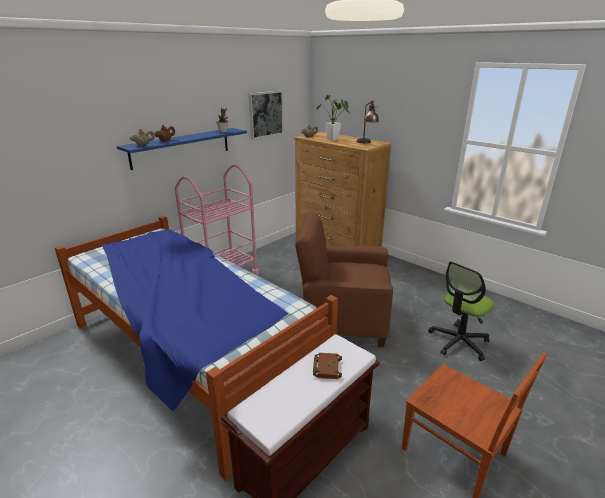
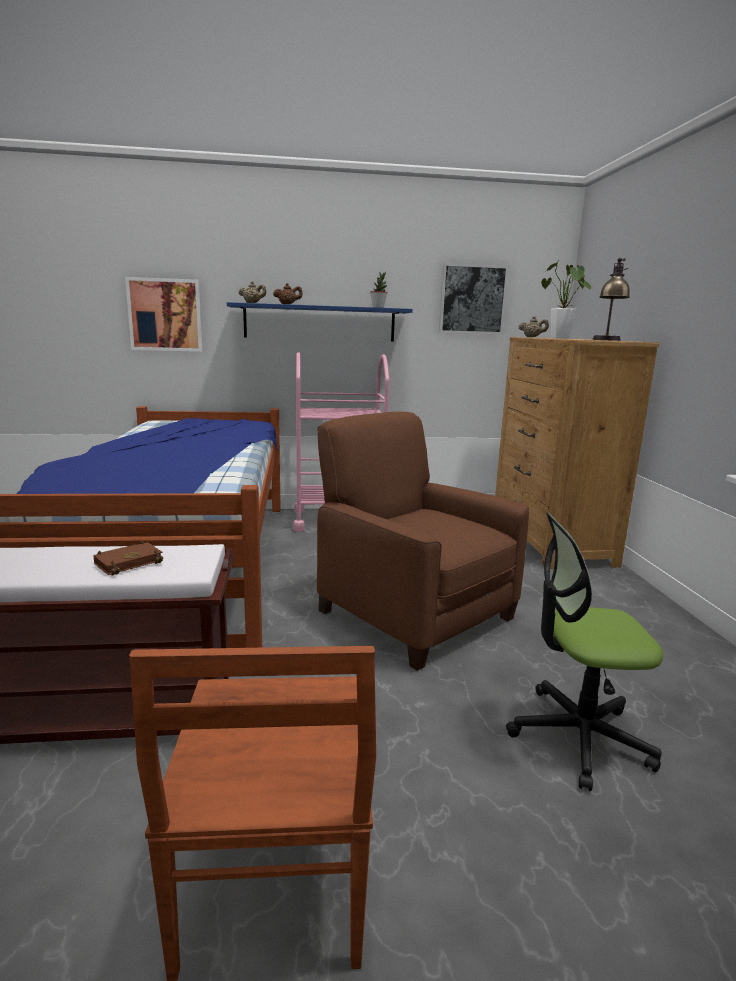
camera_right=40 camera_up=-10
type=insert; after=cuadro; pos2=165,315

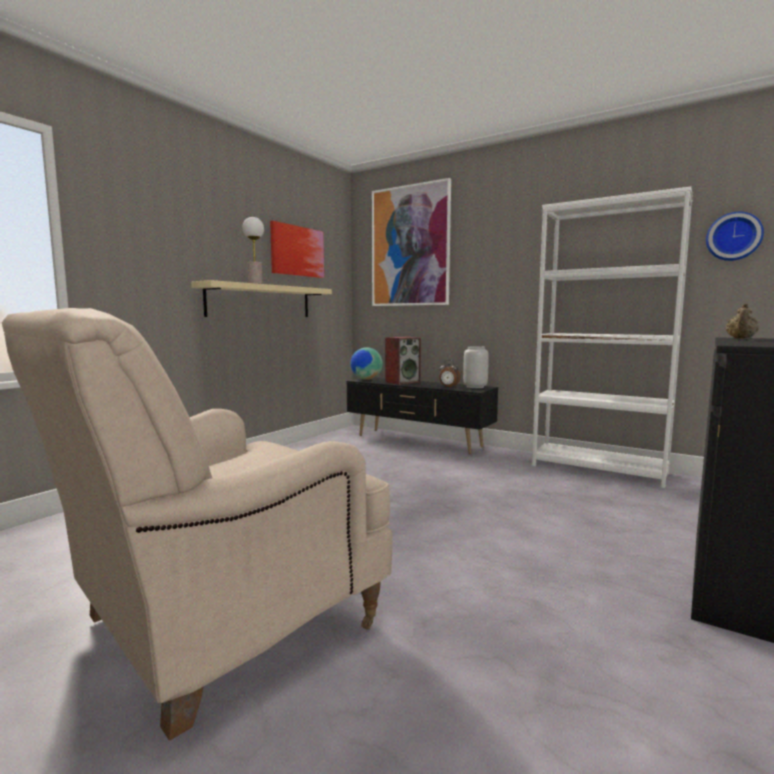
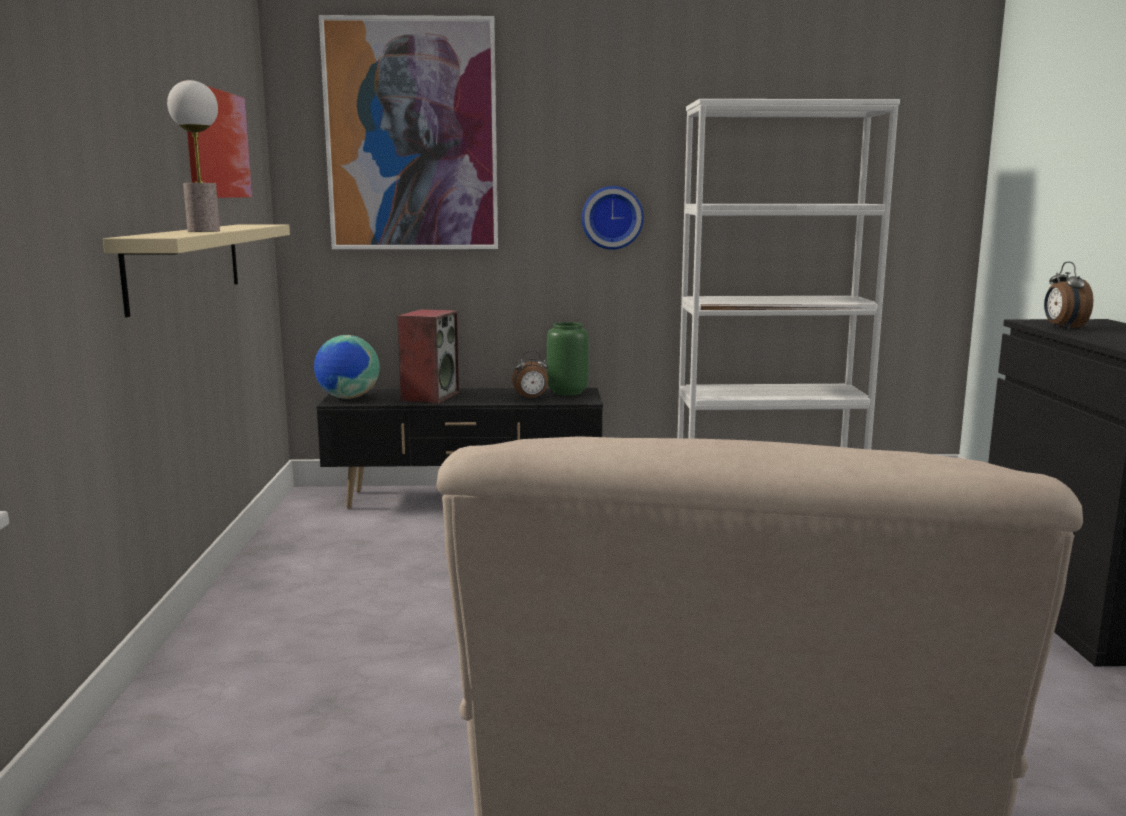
camera_right=-35 camera_up=5
type=recolor; before=florero (gris); after=florero (verde); pos1=474,387; pos2=566,392
type=move; before=reloj de pared; pos1=733,237; pos2=612,217
type=replace; before=tetera (beis); after=despertador; pos1=741,339; pos2=1062,327

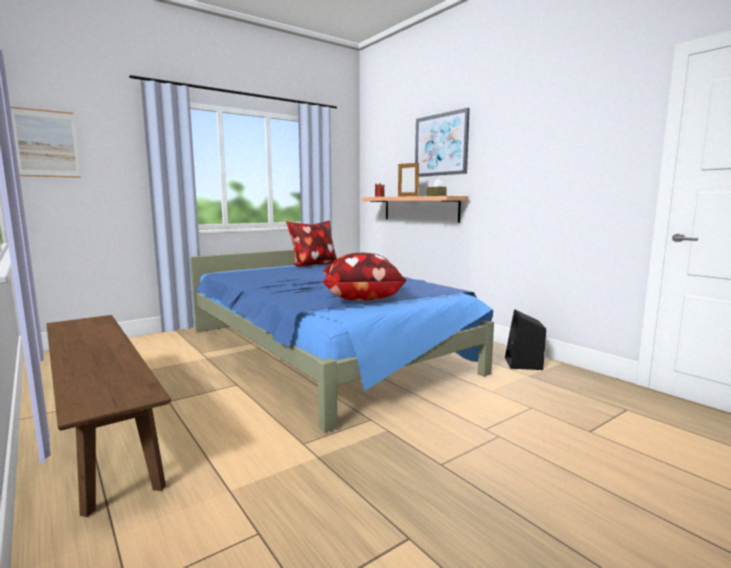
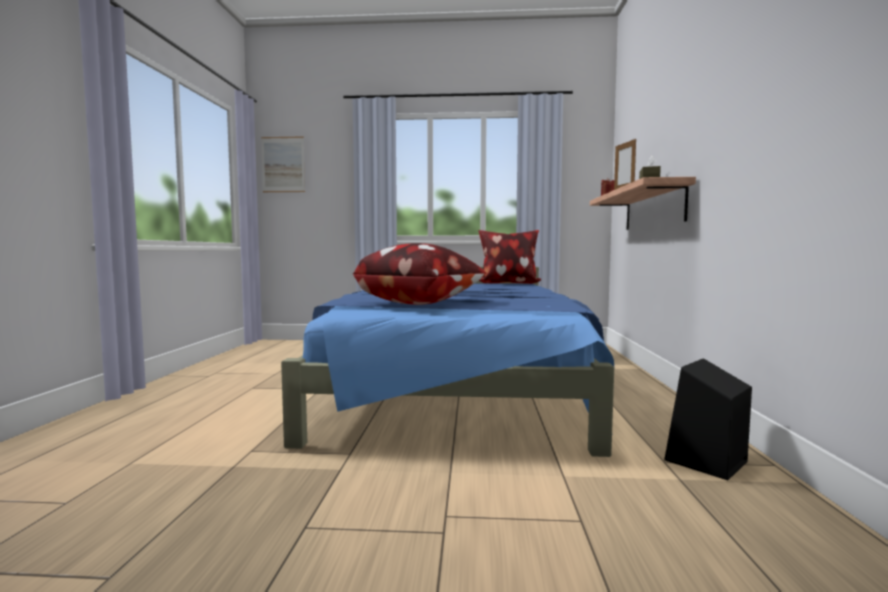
camera_right=40 camera_up=-5
type=delete; before=banco (marrón); pos1=102,427
type=delete; before=cuadro; pos1=441,145

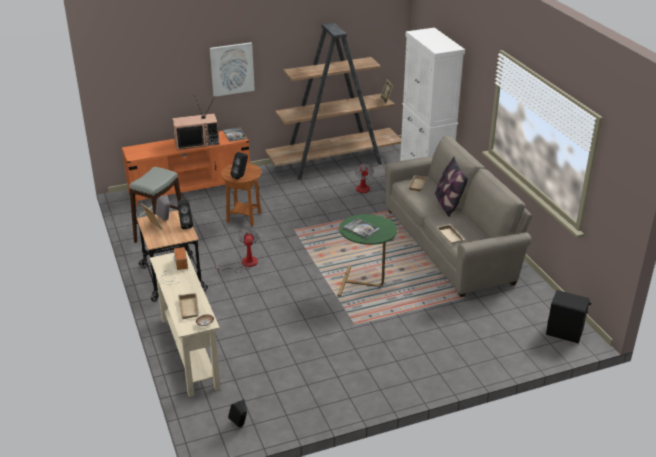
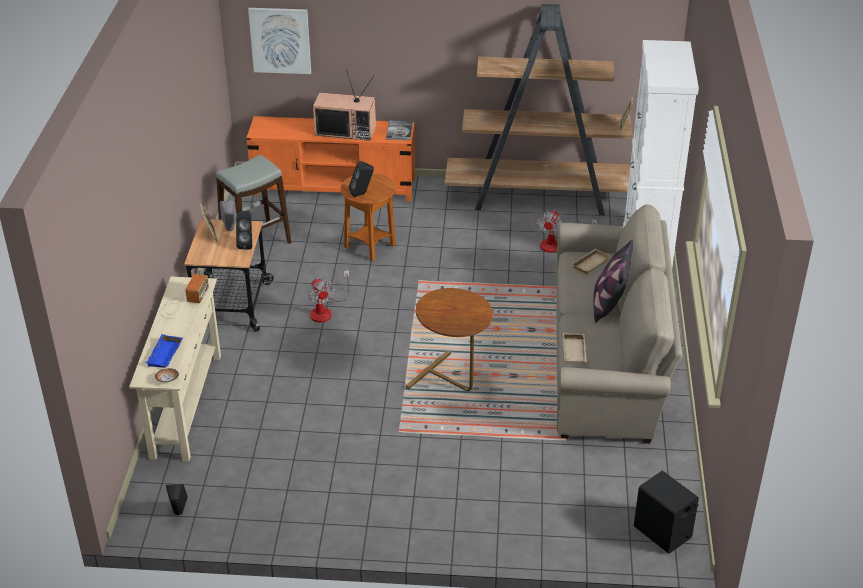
camera_right=25 camera_up=5
type=recolor; before=bandeja (beis); after=bandeja (azul); pos1=190,308; pos2=166,355
type=move; before=cuadro; pos1=232,69; pos2=280,40
type=rotate; before=ventilador; pos1=244,264; pos2=325,310; turn=135
type=recolor; before=mesa auxiliar (verde); after=mesa auxiliar (marrón); pos1=365,285; pos2=451,383
type=delete; before=libro; pos1=361,229

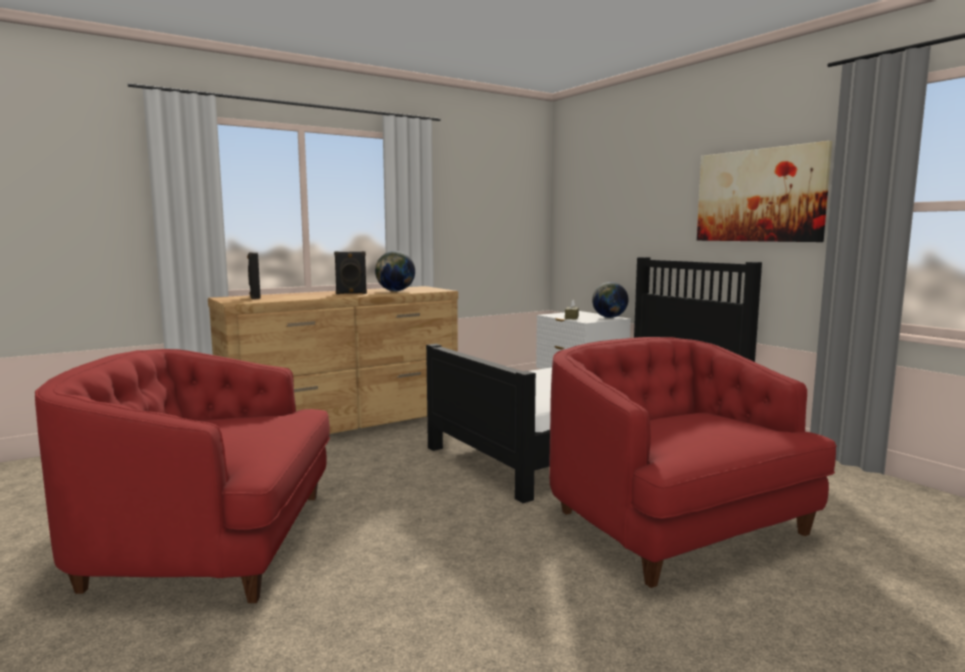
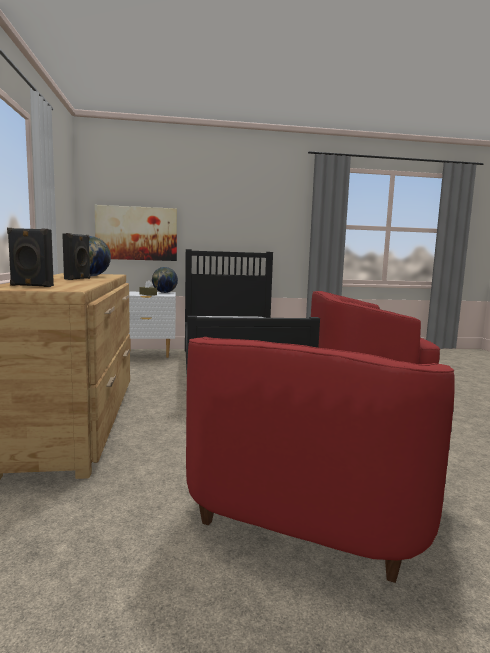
camera_right=-65 camera_up=0
type=move; before=cuadro; pos1=759,195; pos2=136,233

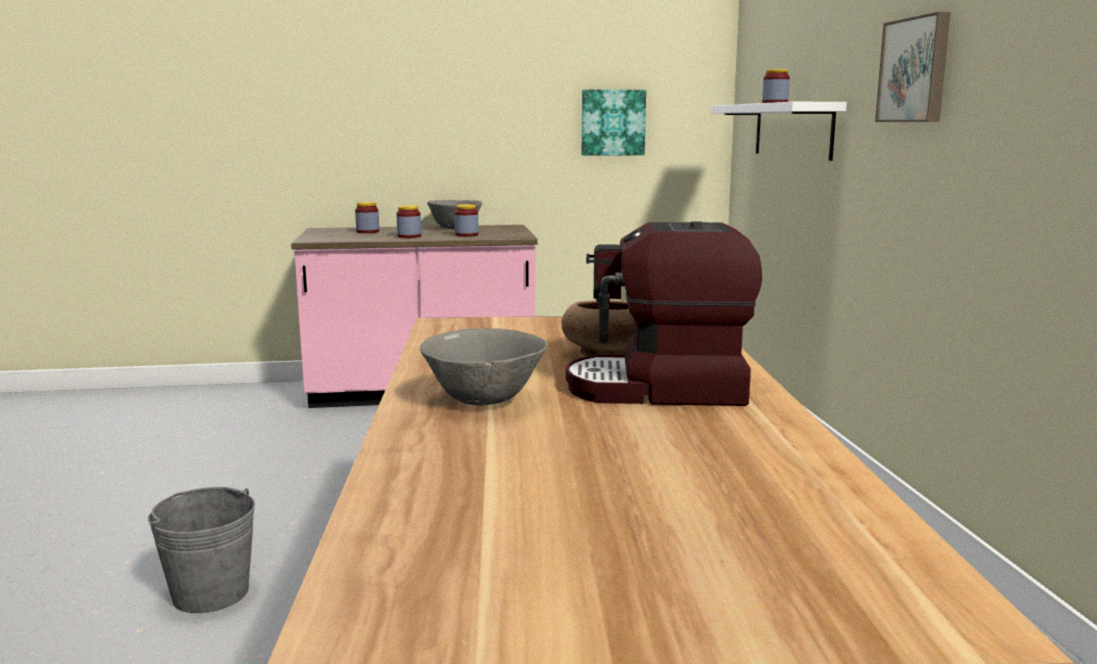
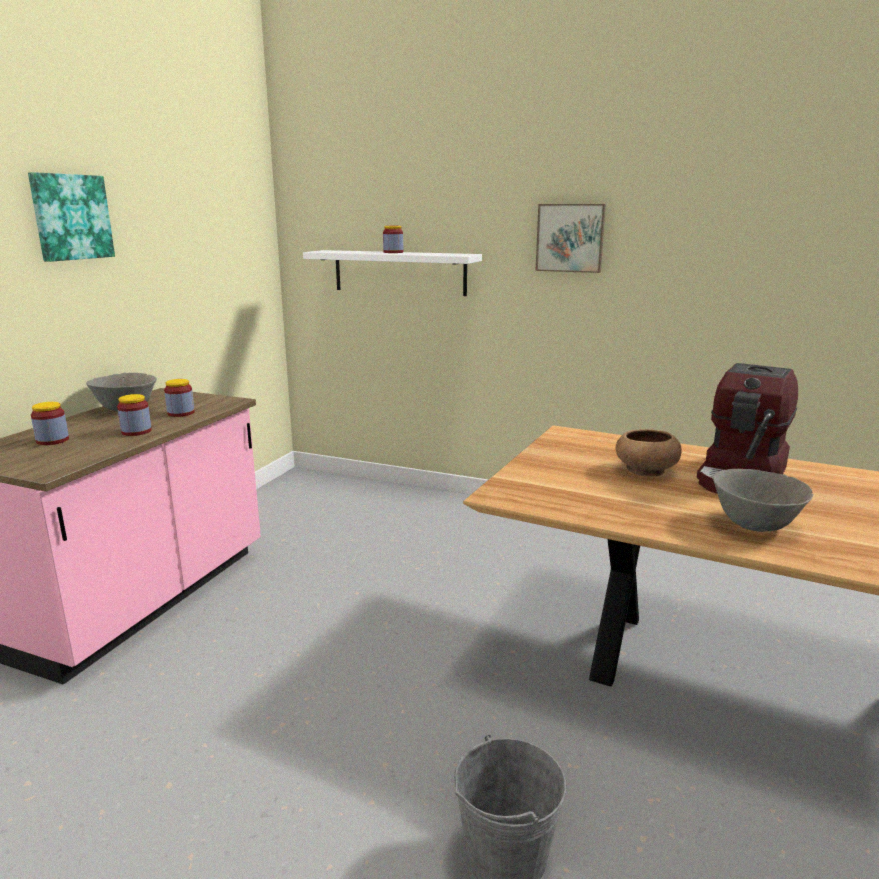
camera_right=-60 camera_up=5
type=move; before=cuadro; pos1=612,122; pos2=71,217

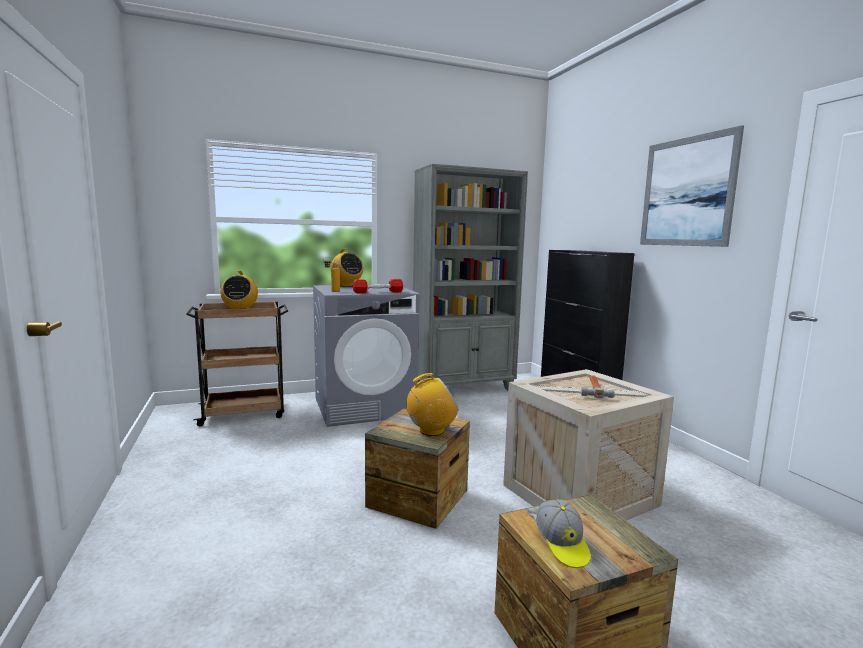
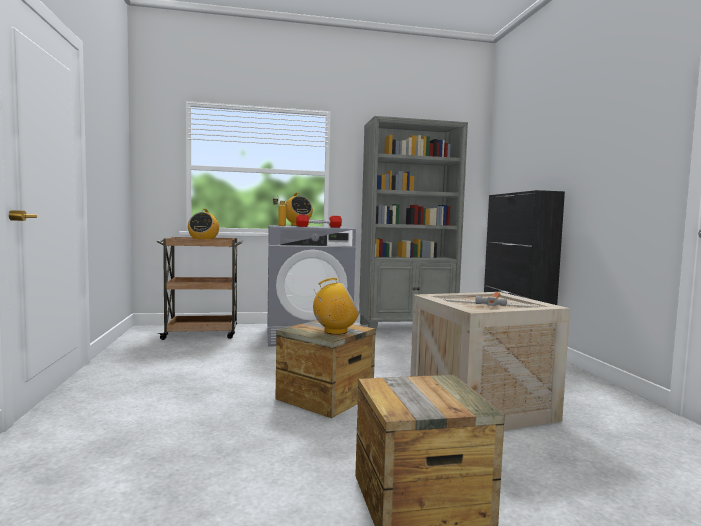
camera_right=10 camera_up=-5
type=delete; before=gorra; pos1=562,544
type=delete; before=cuadro; pos1=687,192

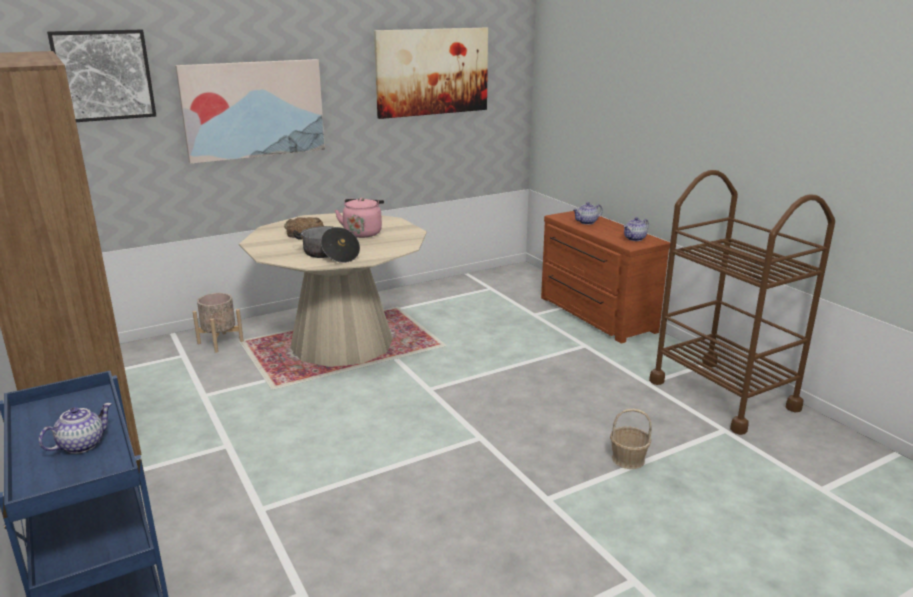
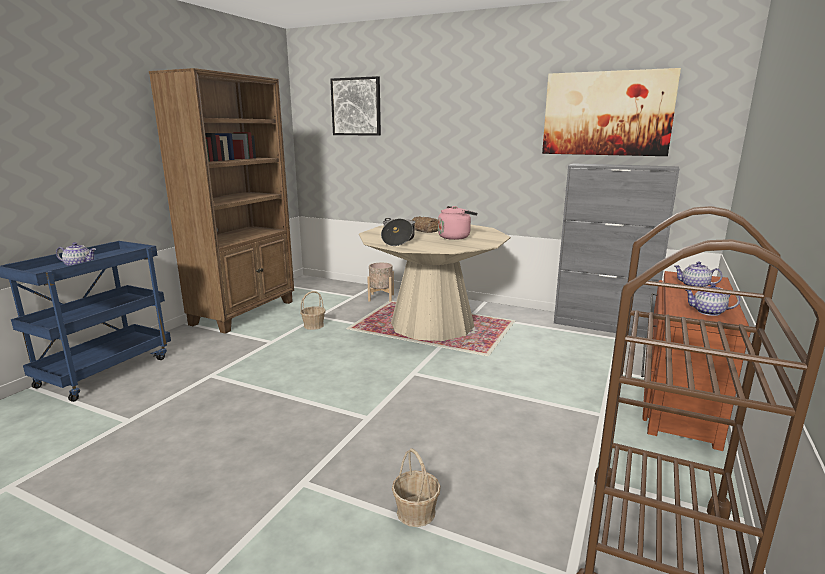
camera_right=55 camera_up=-5
type=delete; before=cuadro; pos1=253,109
type=insert; after=cesta; pos2=314,325
type=insert; after=armario (gris); pos2=603,326

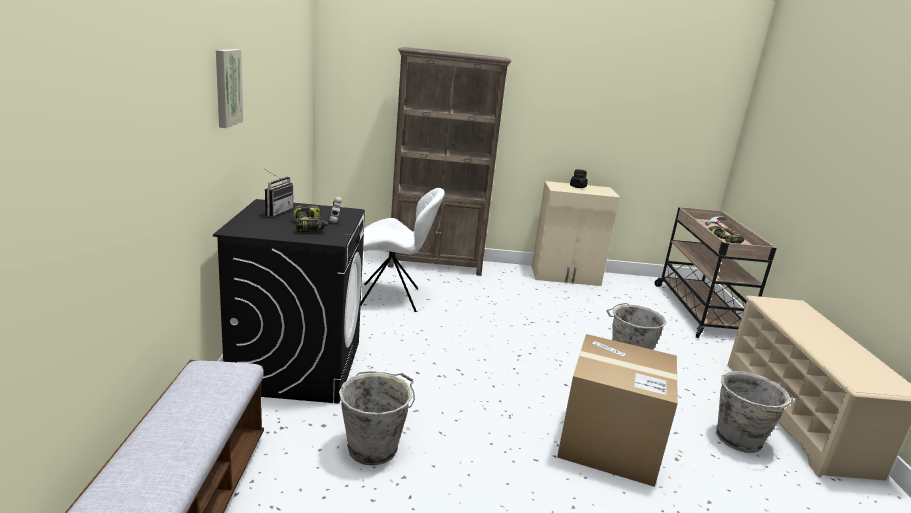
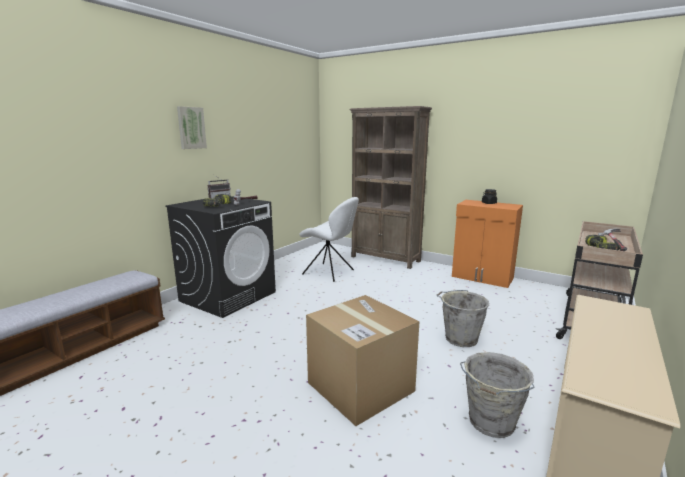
camera_right=35 camera_up=-5
type=delete; before=cubo (gris); pos1=374,448
type=recolor; before=armario (beis); after=armario (naranja); pos1=566,276; pos2=482,278

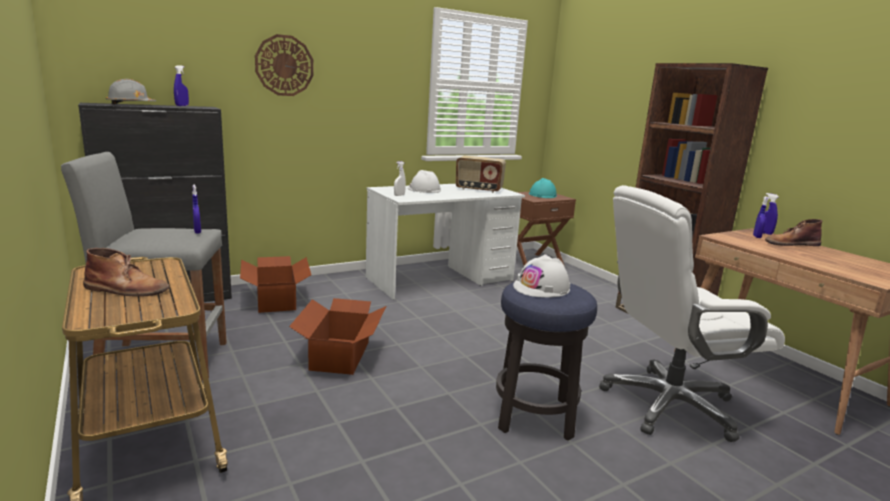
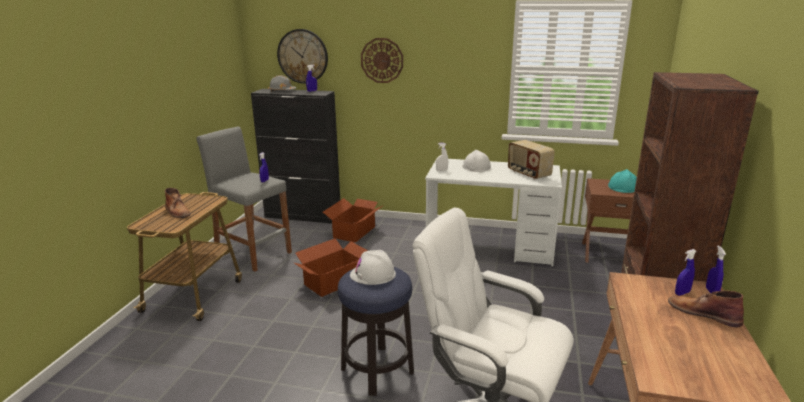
camera_right=45 camera_up=5
type=insert; after=reloj de pared; pos2=303,56

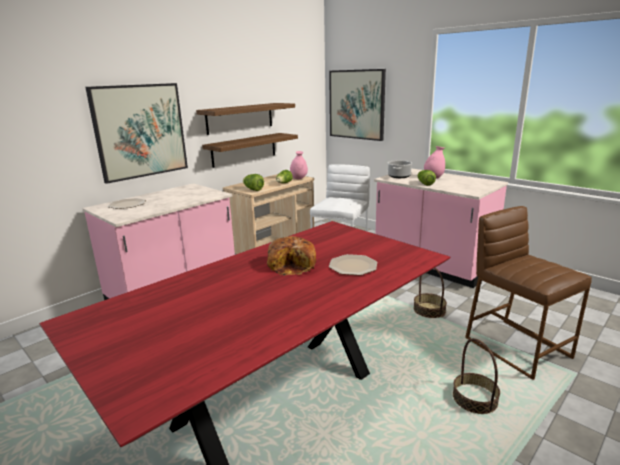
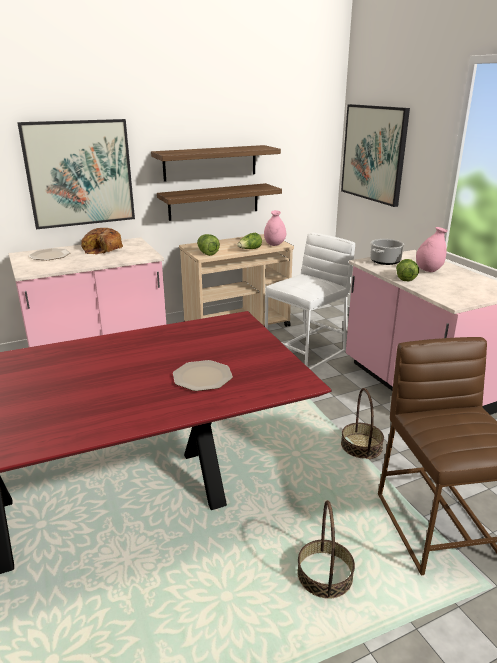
camera_right=20 camera_up=5
type=move; before=pan; pos1=293,265; pos2=103,249

